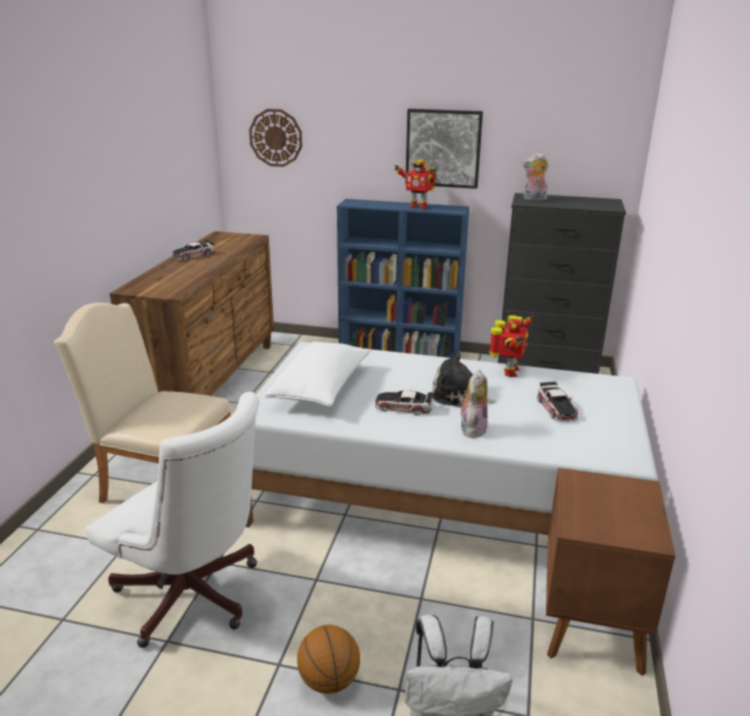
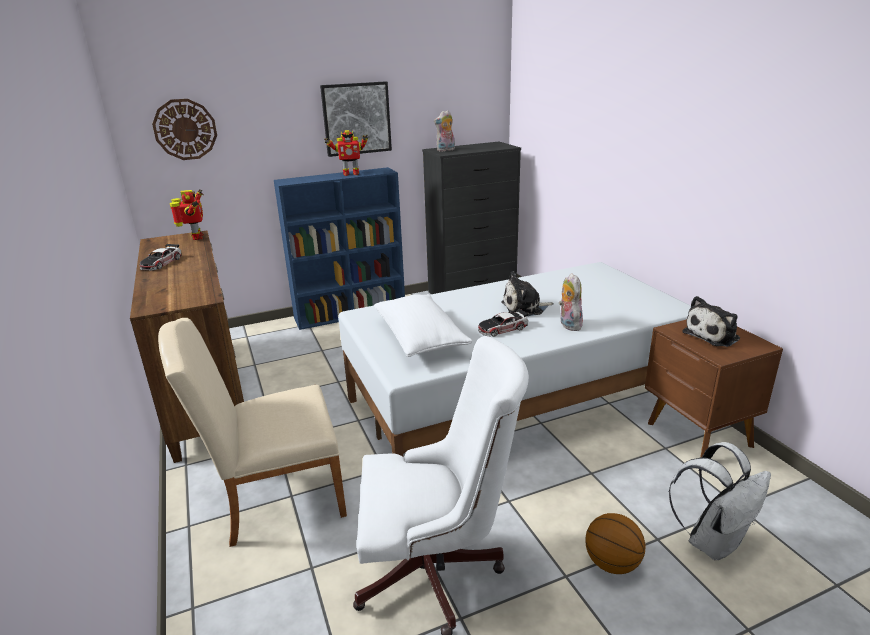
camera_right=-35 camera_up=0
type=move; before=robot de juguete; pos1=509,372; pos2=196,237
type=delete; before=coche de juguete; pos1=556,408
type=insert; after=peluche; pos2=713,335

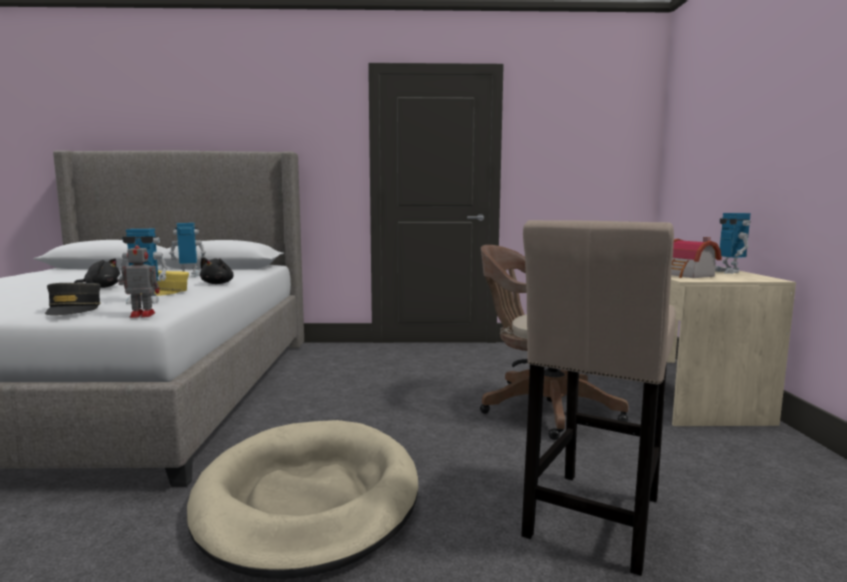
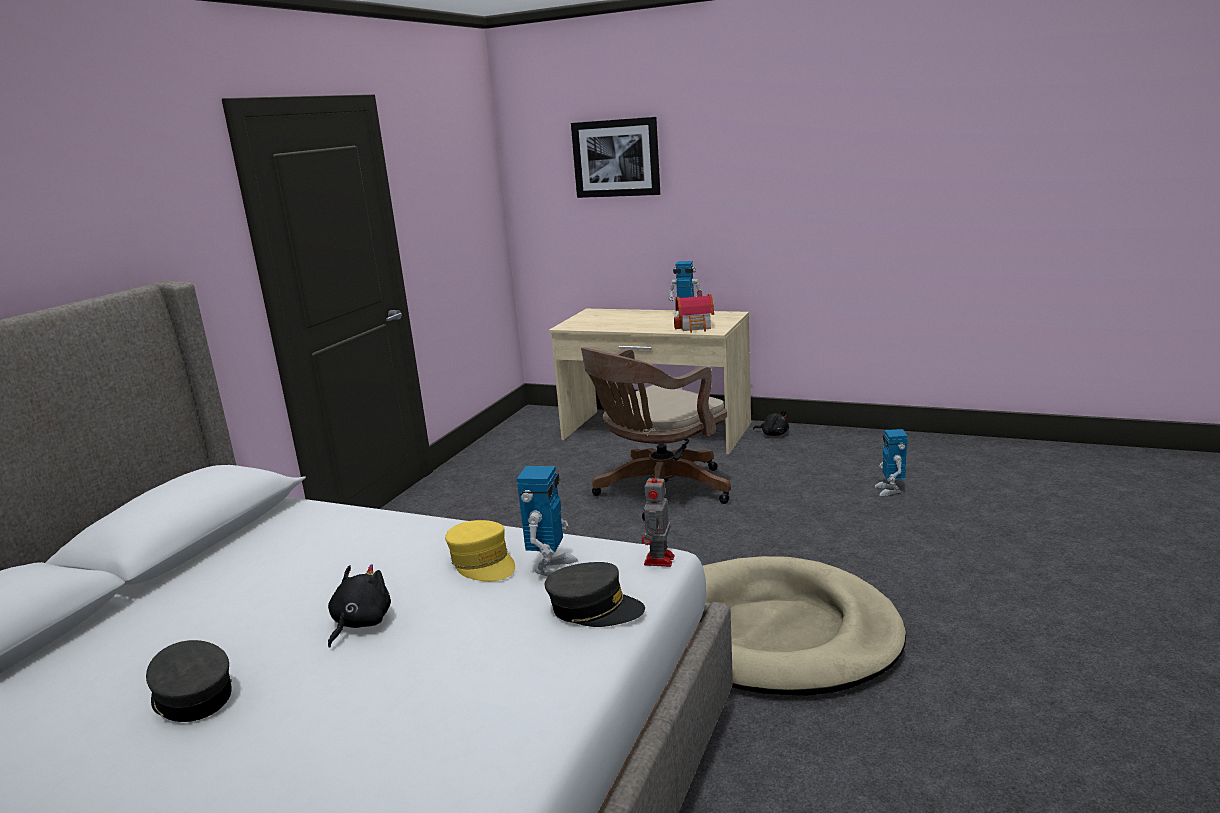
camera_right=-65 camera_up=10
type=move; before=robot de juguete; pos1=189,276; pos2=890,490
type=move; before=peluche (negro); pos1=218,283; pos2=773,434
type=delete; before=taburete (beis); pos1=592,522
type=insert; after=gorra (gris); pos2=192,696
type=insert; after=cuadro; pos2=616,158

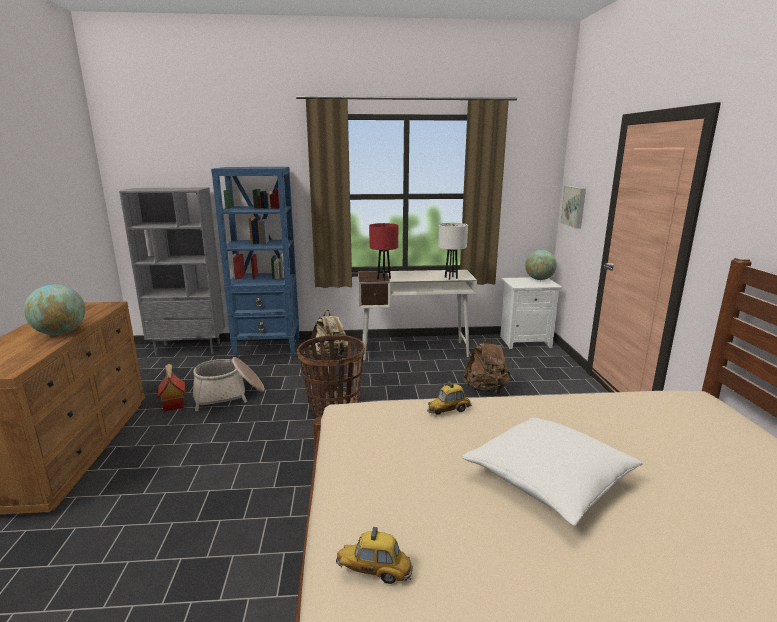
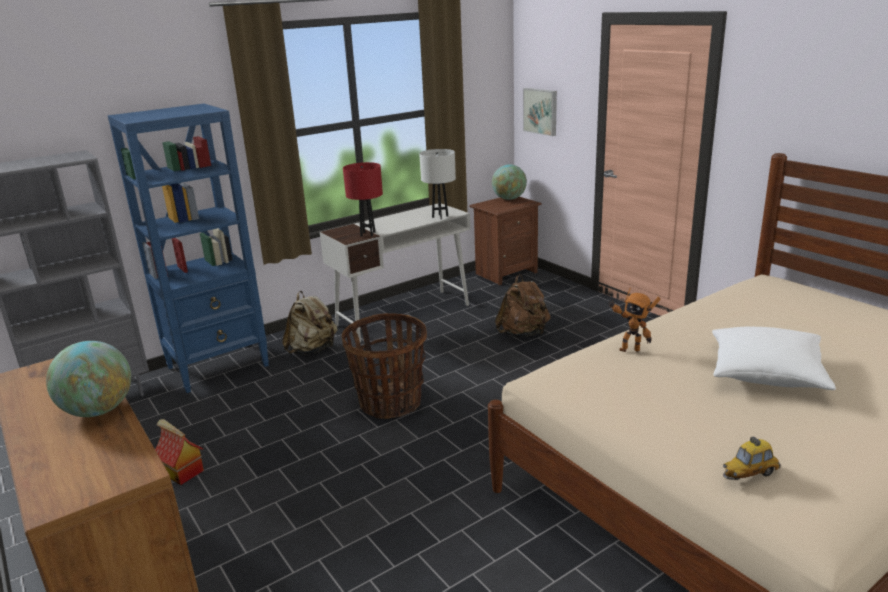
camera_right=-30 camera_up=5
type=delete; before=cesta; pos1=229,395
type=replace; before=coche de juguete; after=robot de juguete; pos1=448,411; pos2=629,349
type=recolor; before=mesita de noche (blanco); after=mesita de noche (marrón); pos1=524,341; pos2=505,273

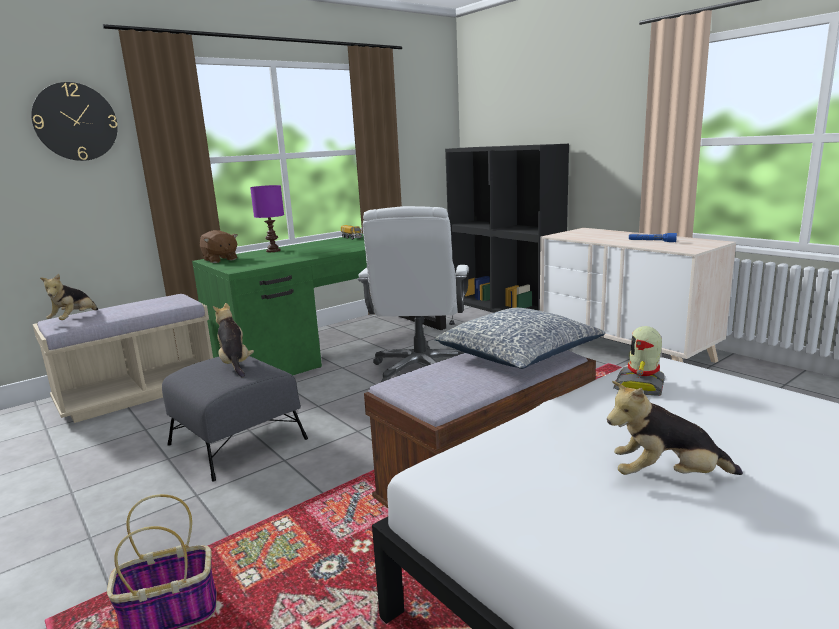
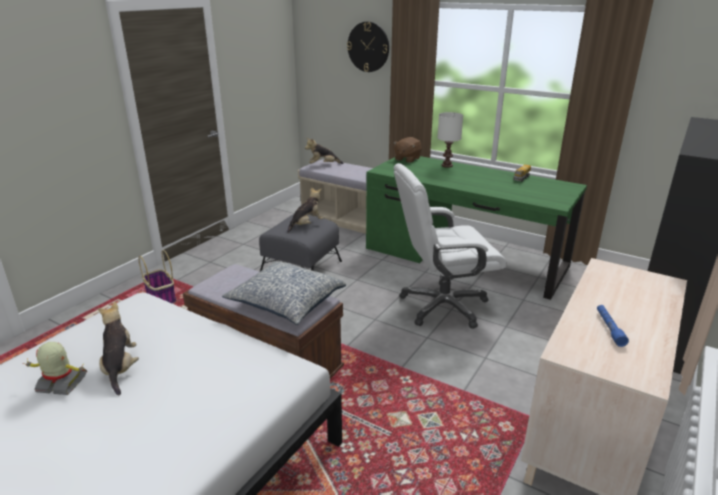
camera_right=70 camera_up=10
type=recolor; before=lámpara de mesa (morado); after=lámpara de mesa (blanco); pos1=272,251; pos2=446,165
type=move; before=robot de juguete; pos1=641,386; pos2=61,383

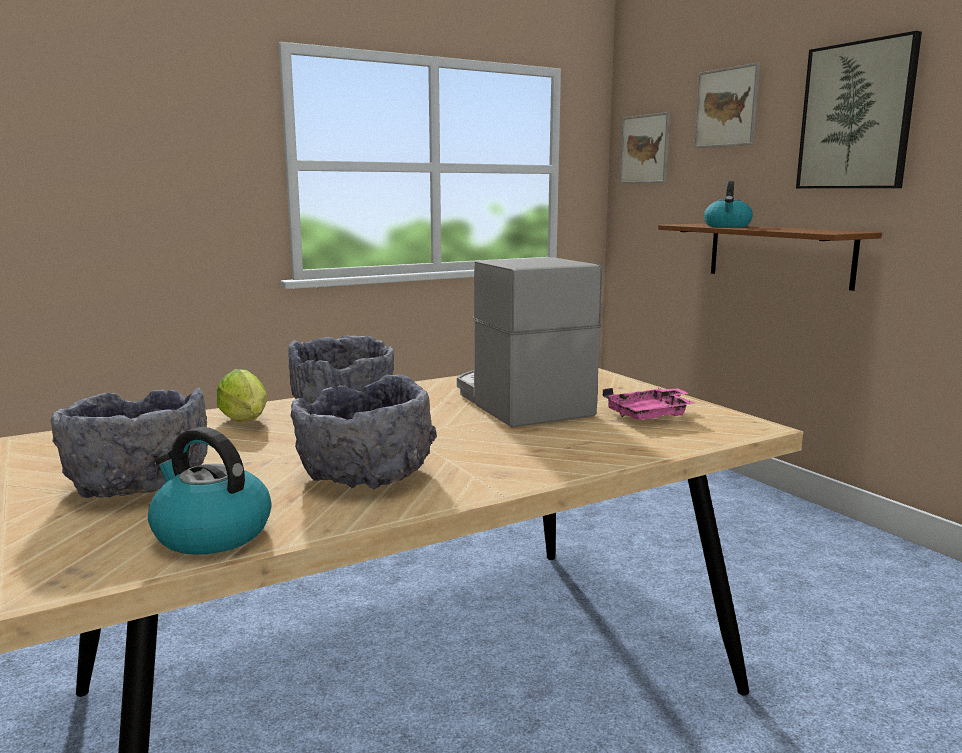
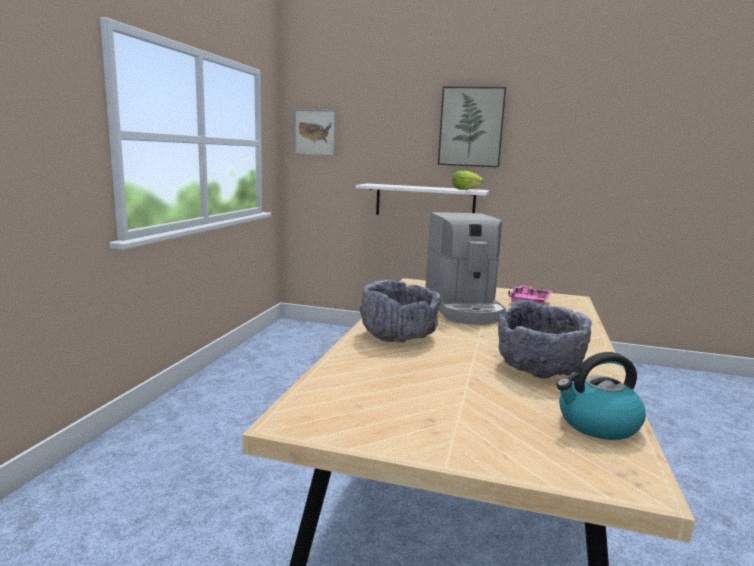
camera_right=-45 camera_up=0
type=delete; before=cuenco (gris); pos1=138,483
type=move; before=lechuga; pos1=247,422; pos2=467,190
type=rotate; before=cafetera; pos1=519,402; pos2=464,308; turn=-120
type=recolor; before=estante (marrón); after=estante (blanco); pos1=778,254; pos2=425,202
type=delete; before=cuadro; pos1=726,107
type=delete; before=hervidor; pos1=727,226

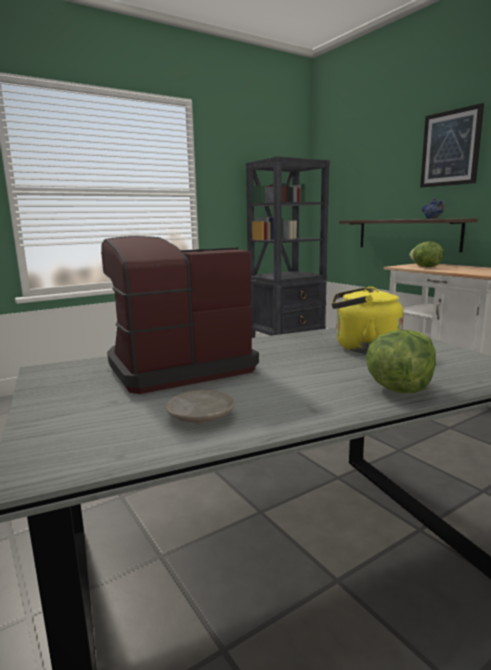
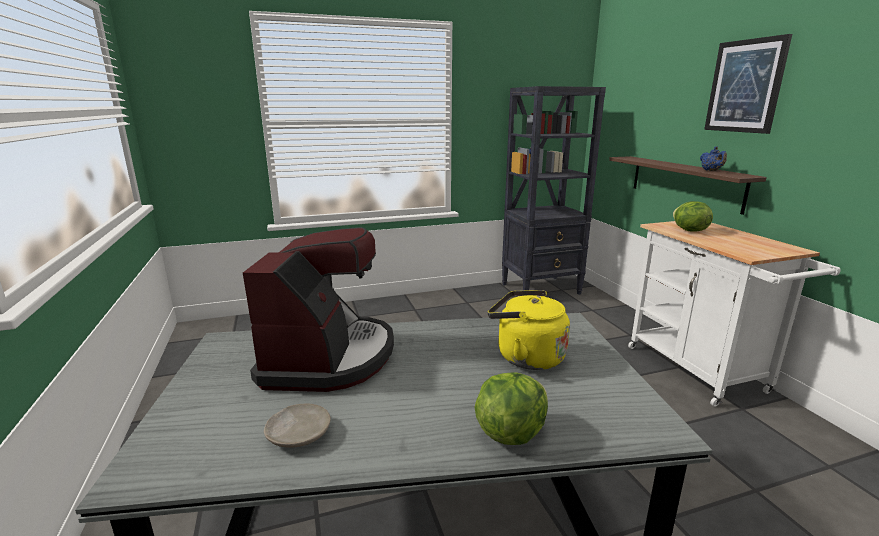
camera_right=15 camera_up=5
type=rotate; before=cafetera; pos1=177,367; pos2=329,357; turn=105

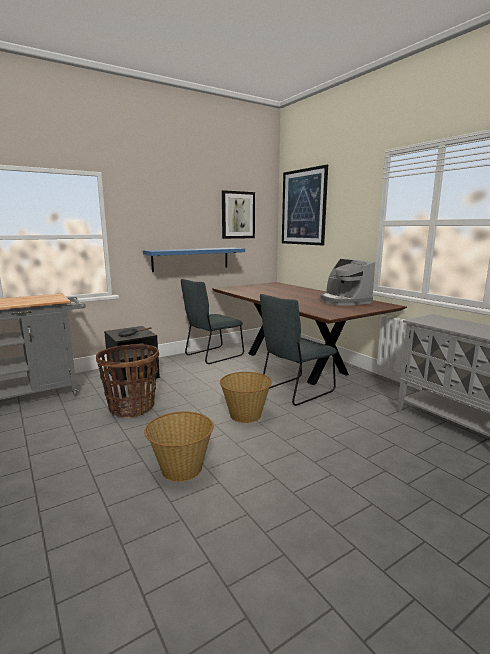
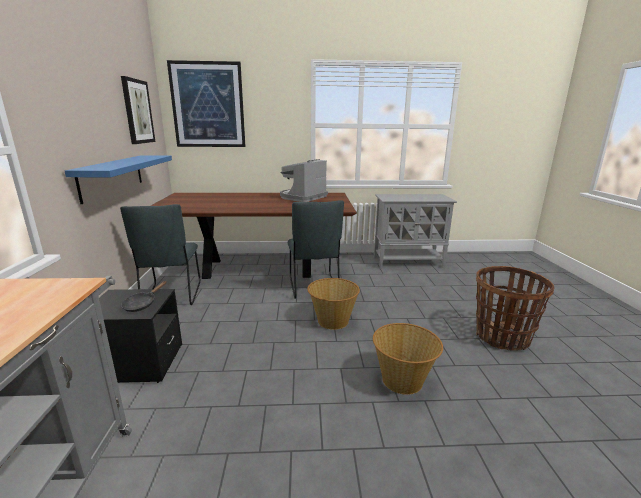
camera_right=-60 camera_up=5
type=move; before=cesta; pos1=132,407; pos2=501,337
type=rotate; before=cafetera; pos1=344,301; pos2=302,197; turn=120

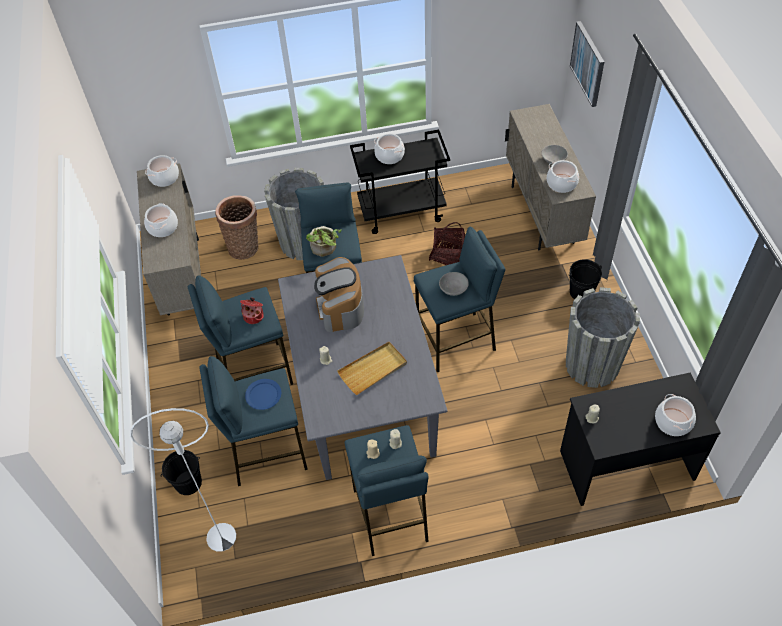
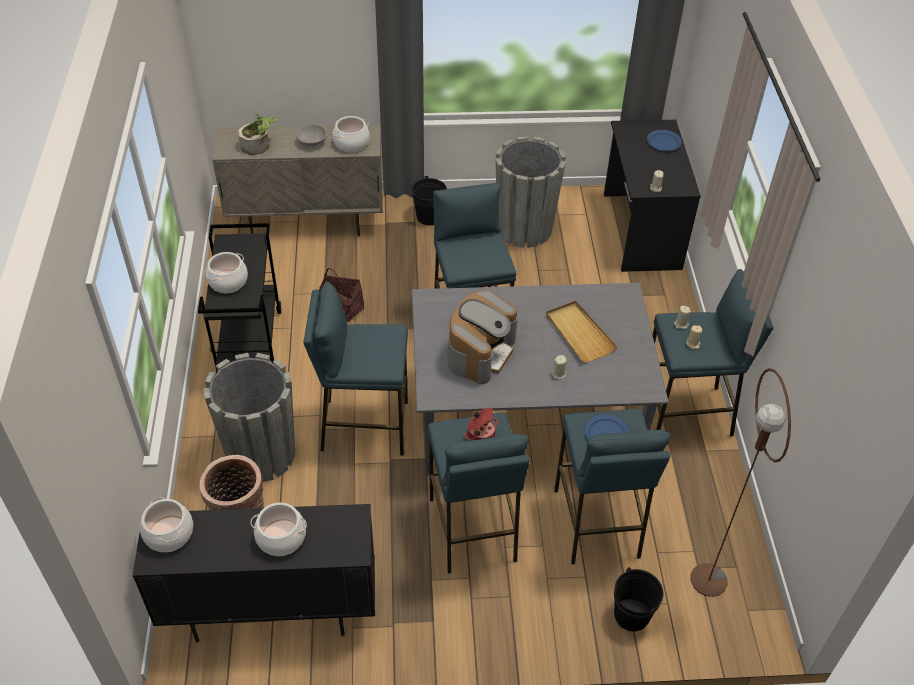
camera_right=-85 camera_up=-5
type=recolor; before=lámpara de pie (blanco); after=lámpara de pie (marrón); pos1=221,537; pos2=709,580
type=recolor; before=armario (beis); after=armario (negro); pos1=183,276; pos2=271,612
type=move; before=planta en maceta; pos1=325,249; pos2=259,145
type=rotate; before=cafetera; pos1=340,307; pos2=480,352; turn=-60
type=delete; before=cuenco (gris); pos1=453,289
type=delete; before=cuadro; pos1=588,63
type=replace; before=olla; after=plato (azul); pos1=673,422; pos2=664,142

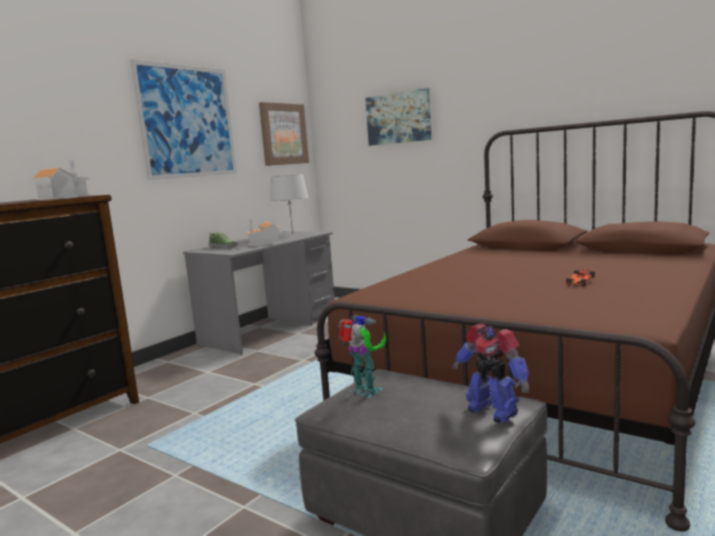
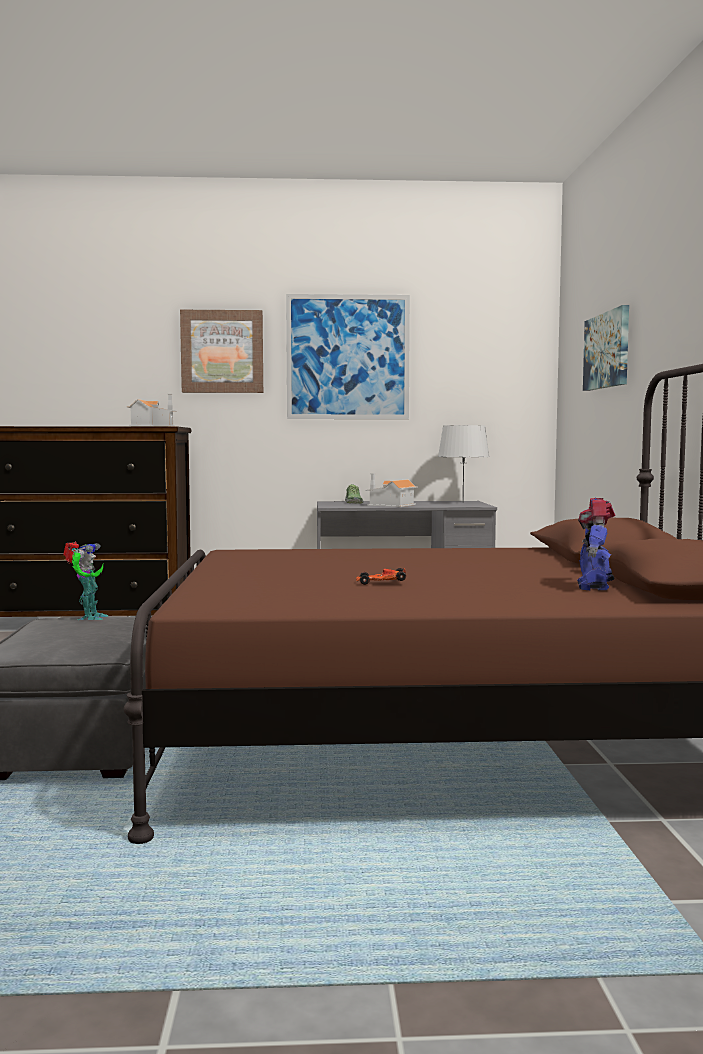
camera_right=50 camera_up=-5
type=move; before=cuadro; pos1=283,134; pos2=222,351
type=move; before=robot de juguete; pos1=492,411; pos2=594,586

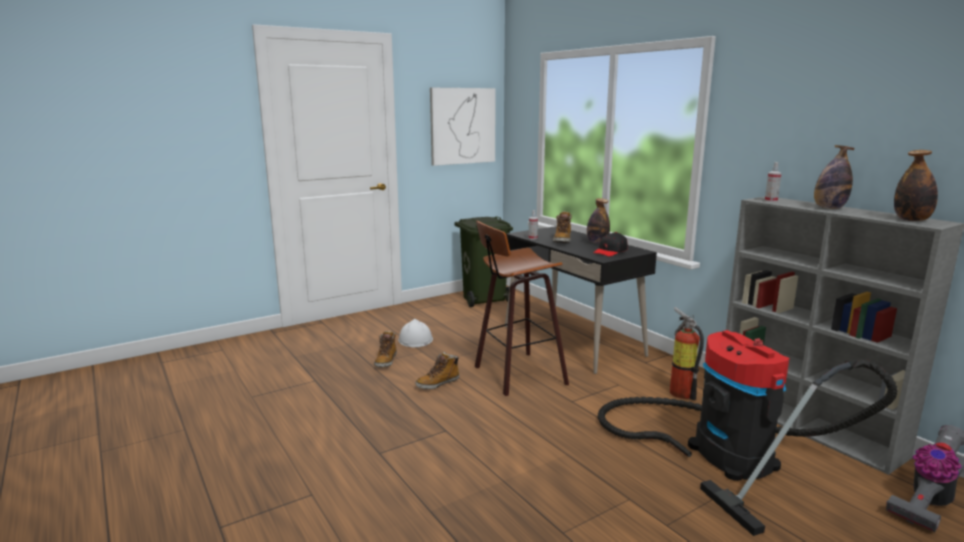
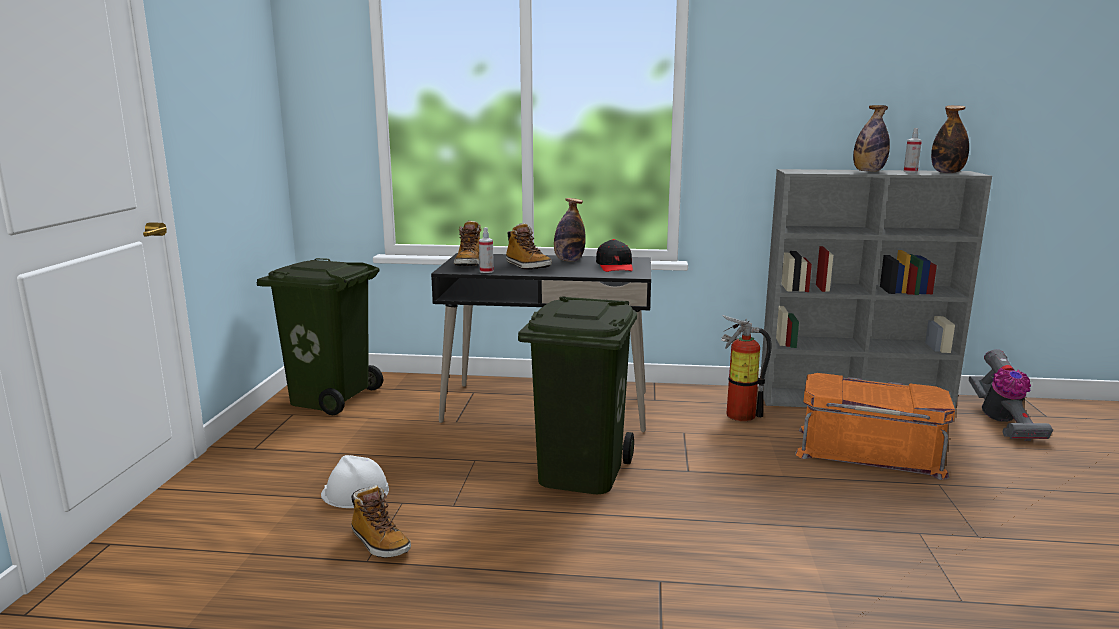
camera_right=-50 camera_up=0
type=move; before=bota; pos1=438,383; pos2=469,263
type=delete; before=cuadro; pos1=462,126
type=replace; before=taburete; after=papelera (verde); pos1=516,375; pos2=579,472
type=replace; before=aspiradora; after=caja de almacenaje (naranja); pos1=723,452; pos2=869,451
type=move; before=pulverizador; pos1=771,201; pos2=910,171

